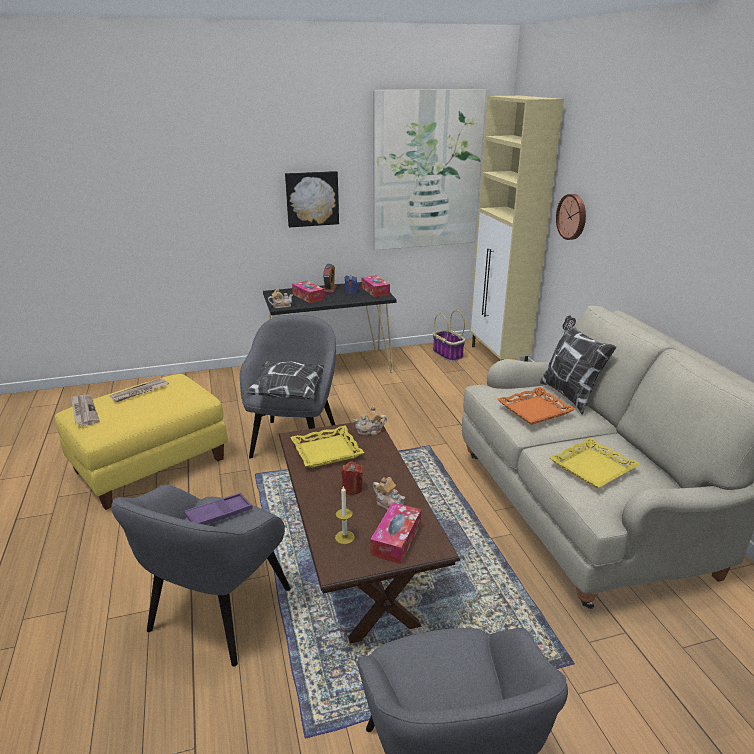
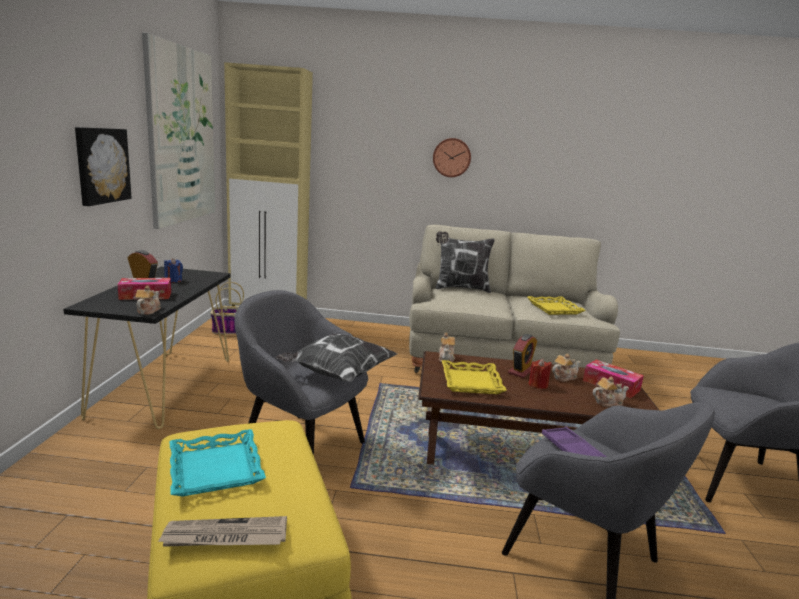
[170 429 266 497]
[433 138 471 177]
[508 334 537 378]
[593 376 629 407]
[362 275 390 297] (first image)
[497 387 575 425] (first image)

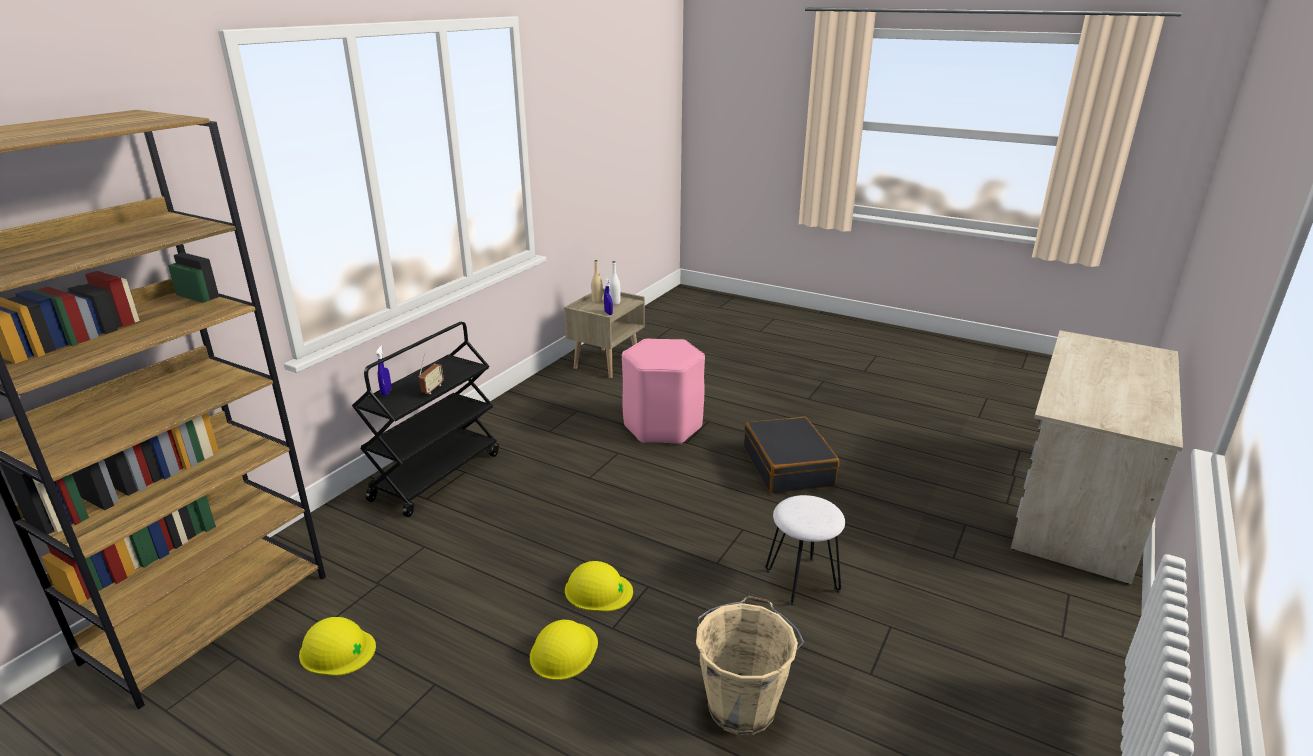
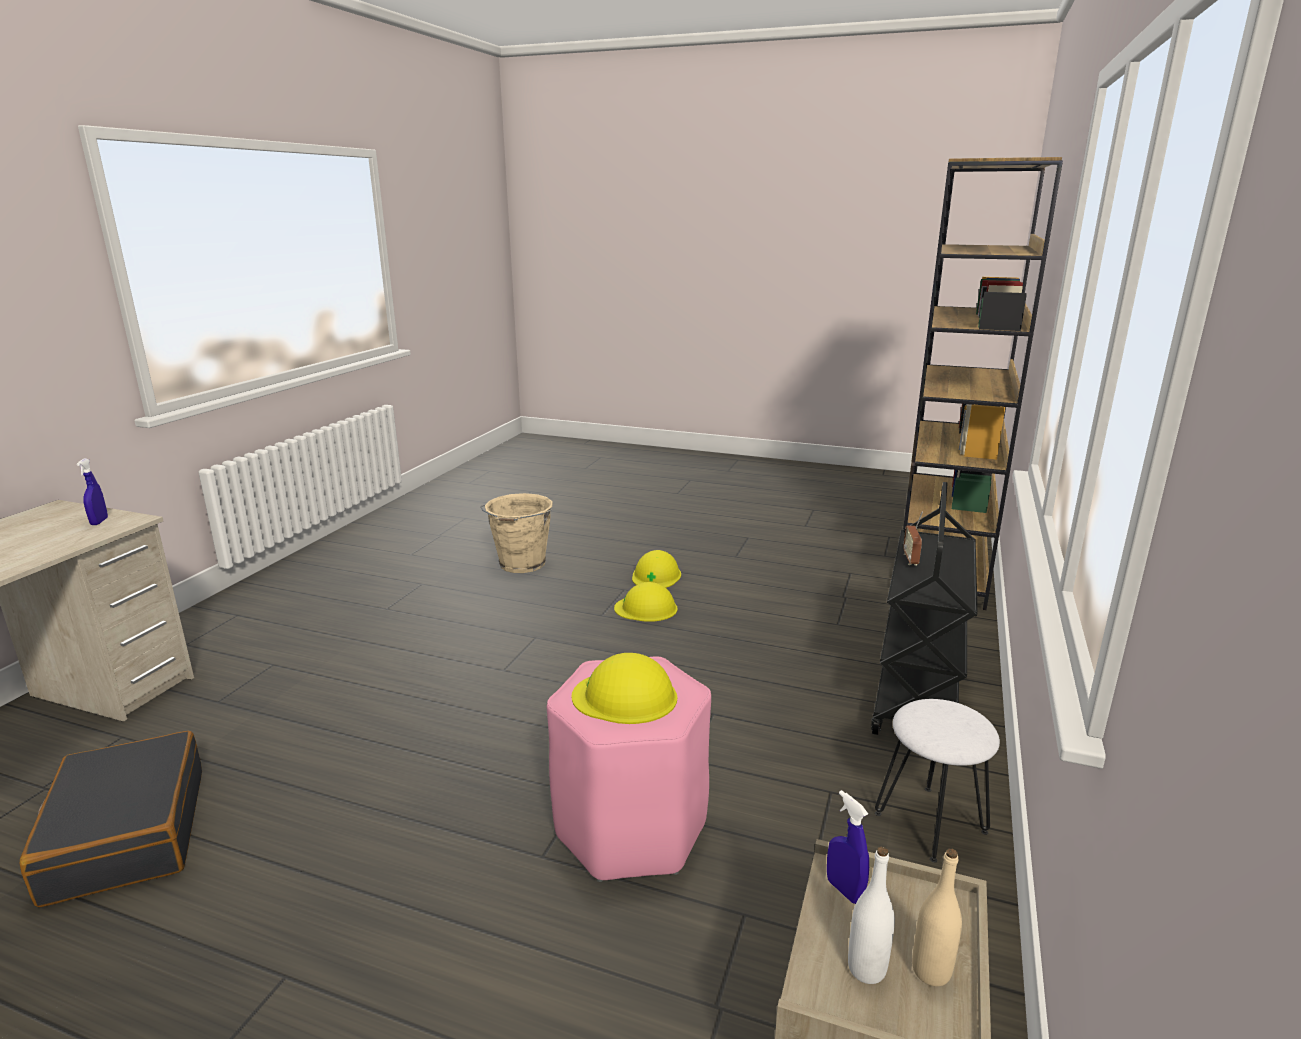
[20 731 202 907]
[77 458 108 525]
[571 653 677 724]
[875 699 1000 863]

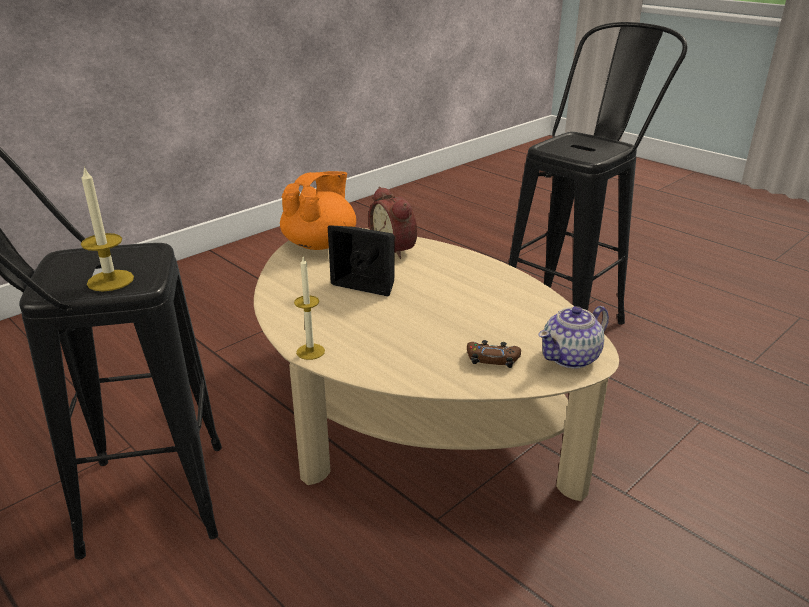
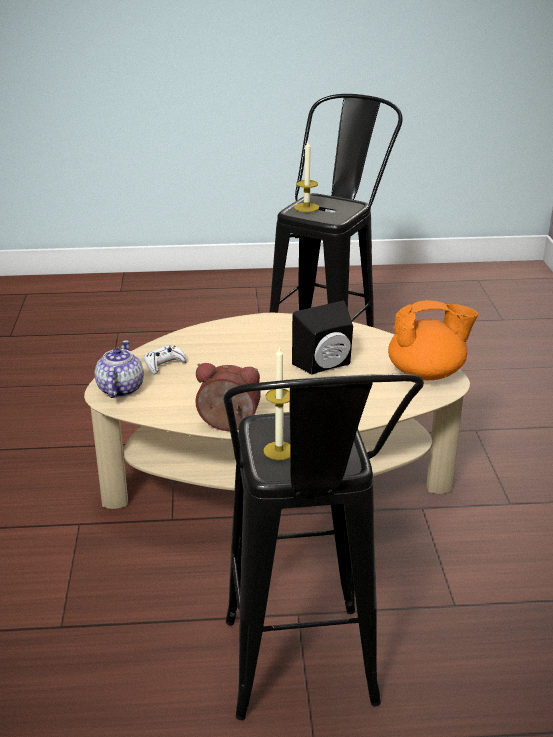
[144 345 187 375]
[195 363 261 431]
[264 346 290 460]
[388 300 478 380]

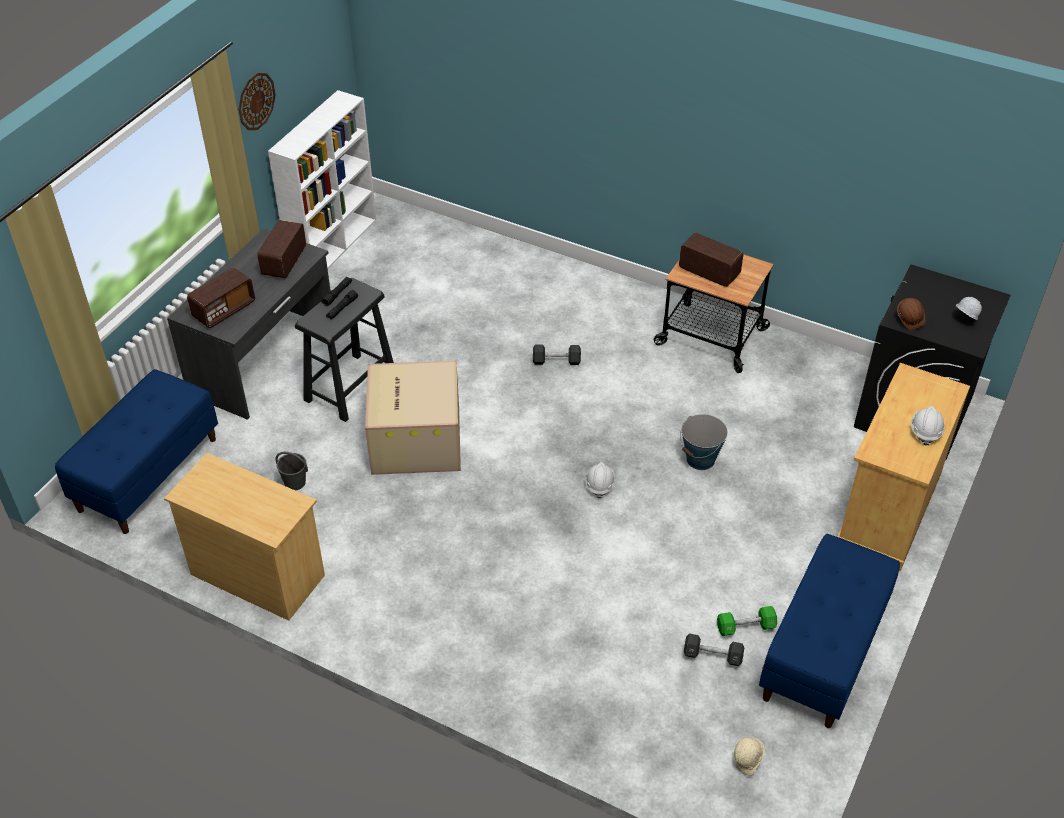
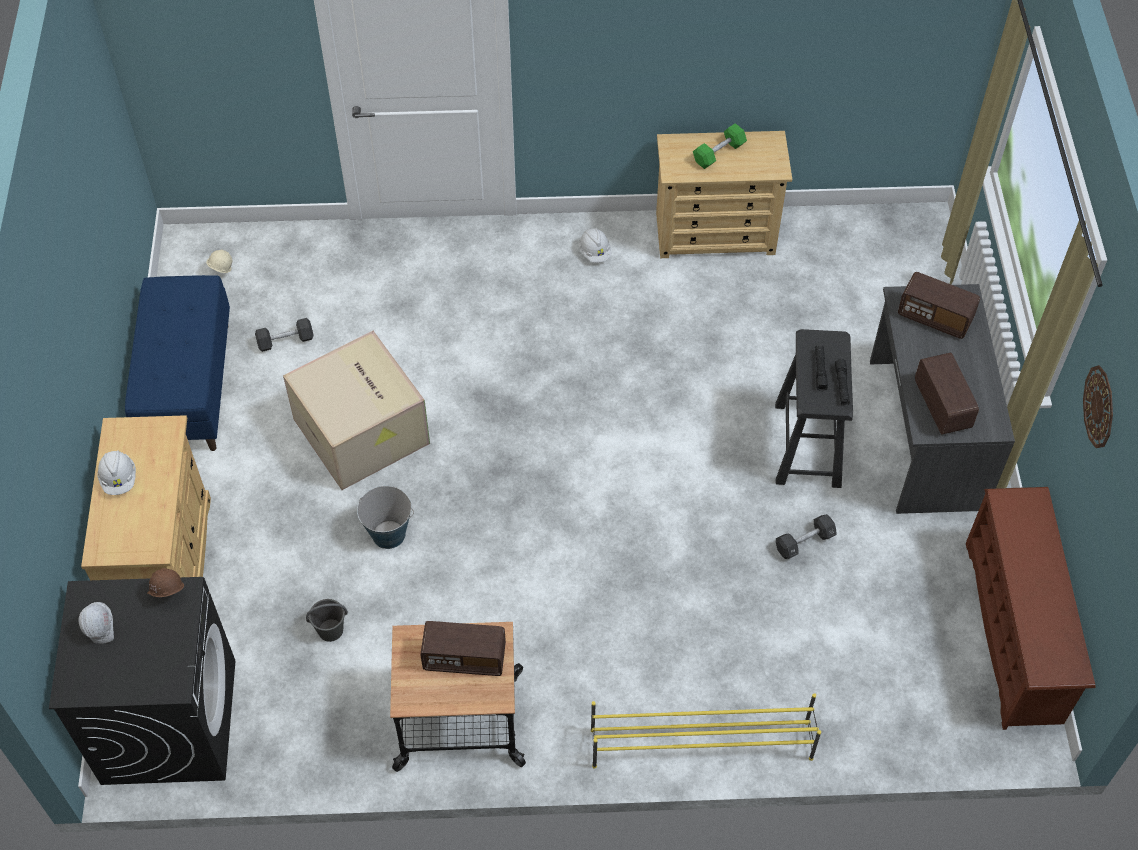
[283 331 430 490]
[306 599 348 642]
[579 228 612 263]
[591 693 821 769]
[693 123 747 169]
[776 514 836 559]
[898 272 980 339]
[966 487 1096 730]
[55 369 218 534] (first image)

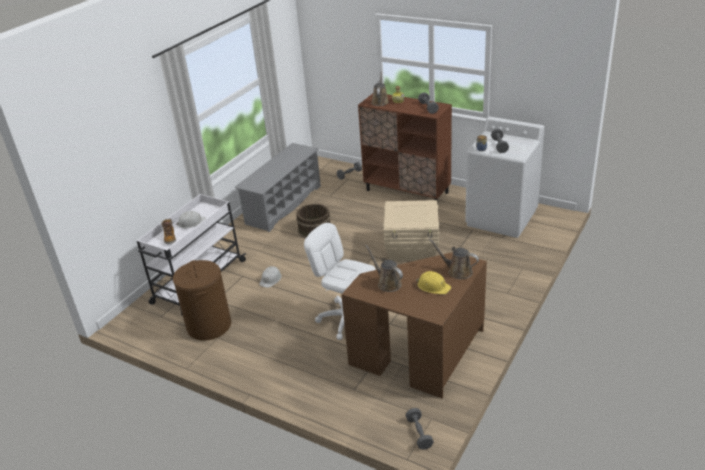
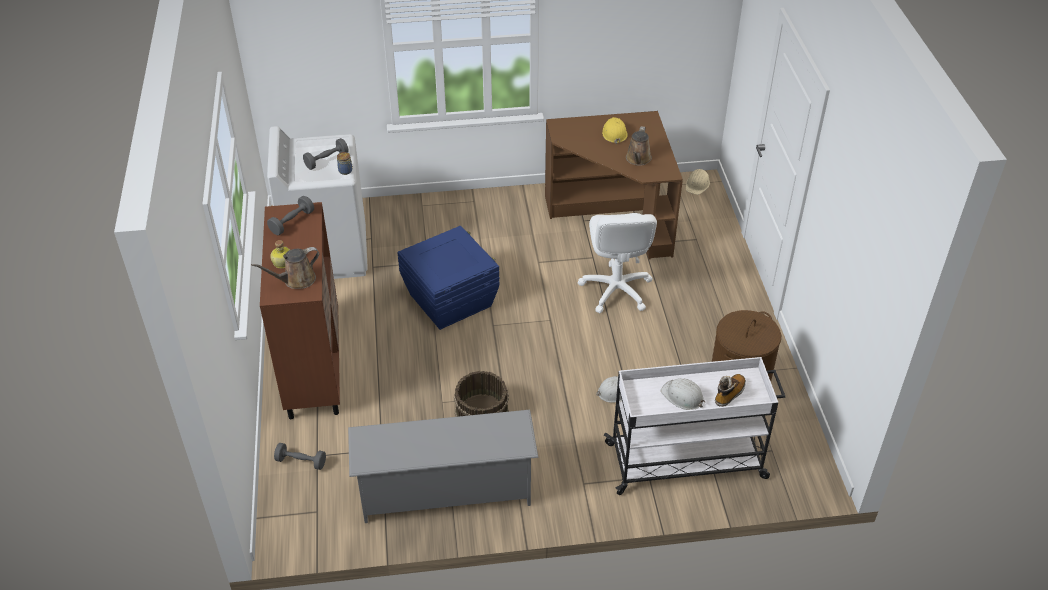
[397 226 500 330]
[686 169 710 195]
[429 239 479 279] (first image)

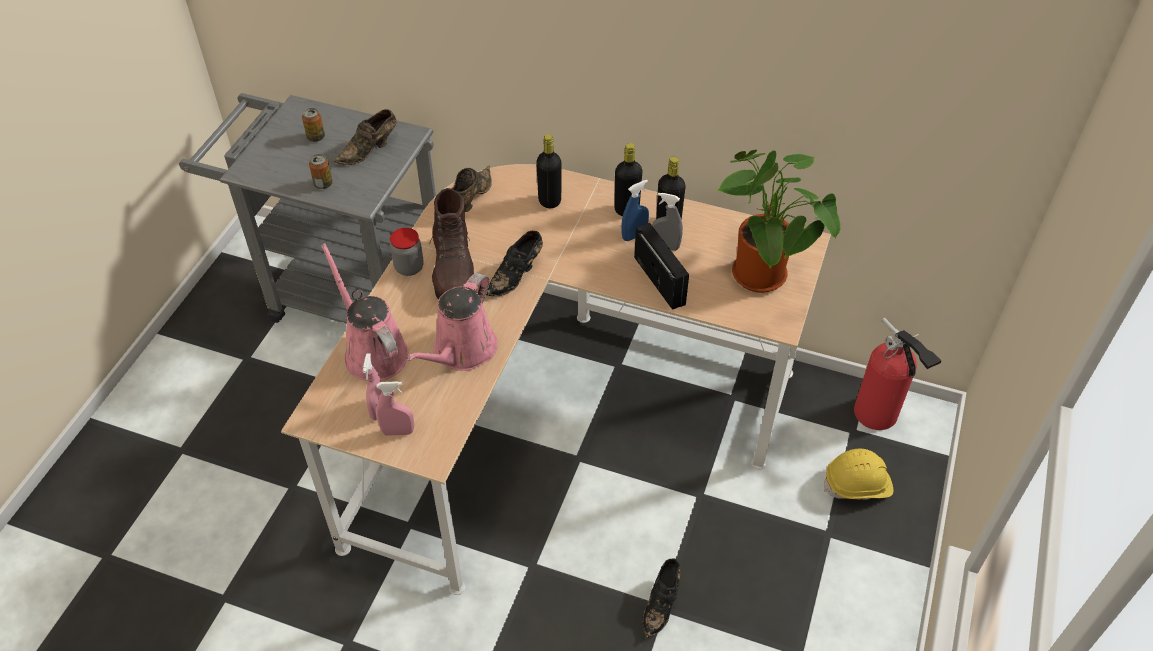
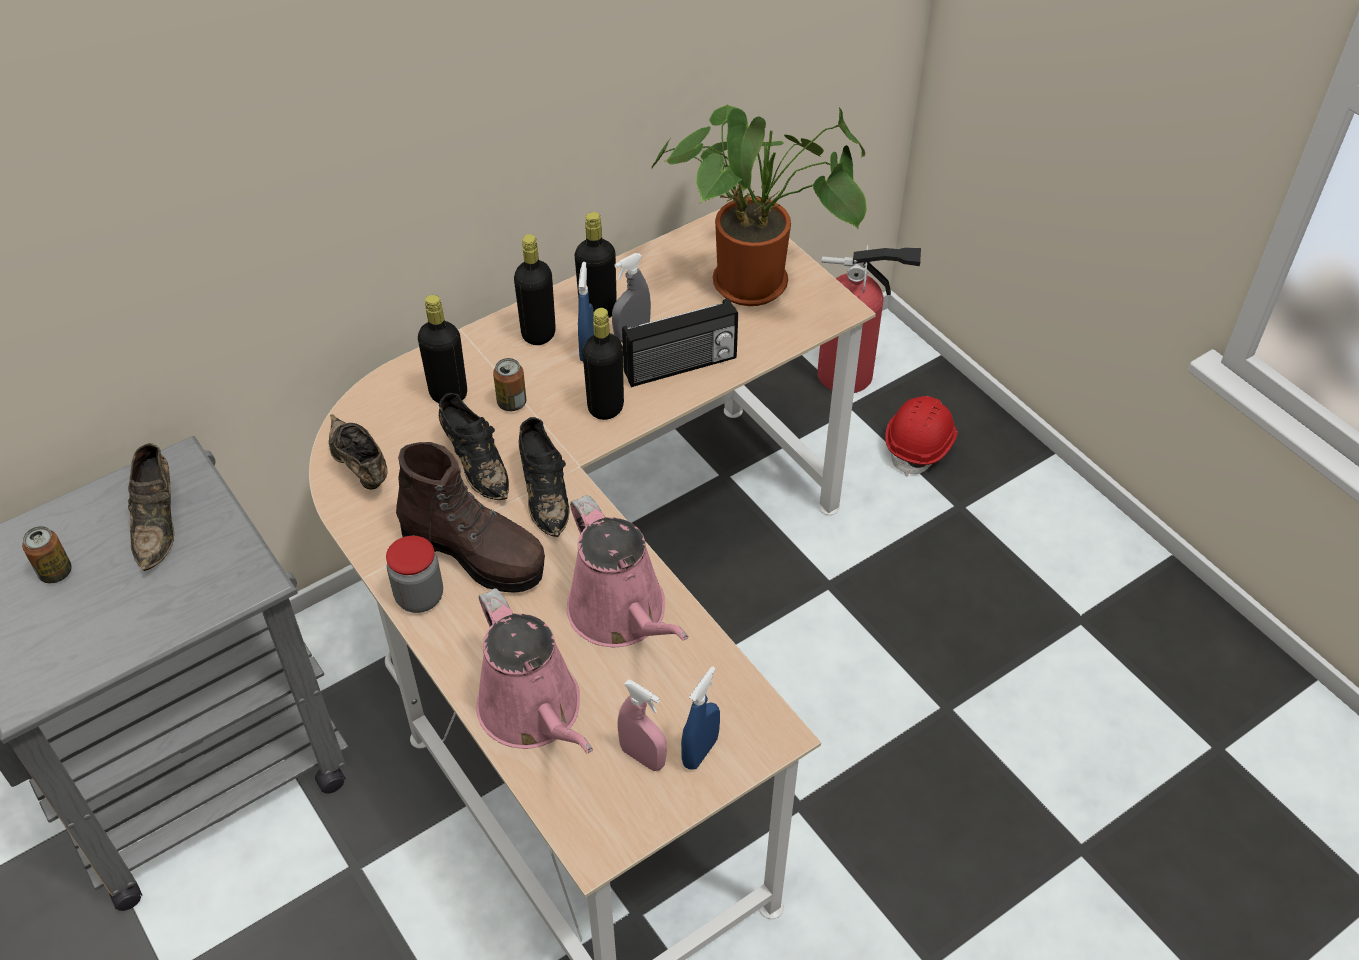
[439 393 509 500]
[476 588 593 754]
[493 358 527 411]
[583 308 624 420]
[622 298 738 387]
[681 666 720 770]
[885 396 957 477]

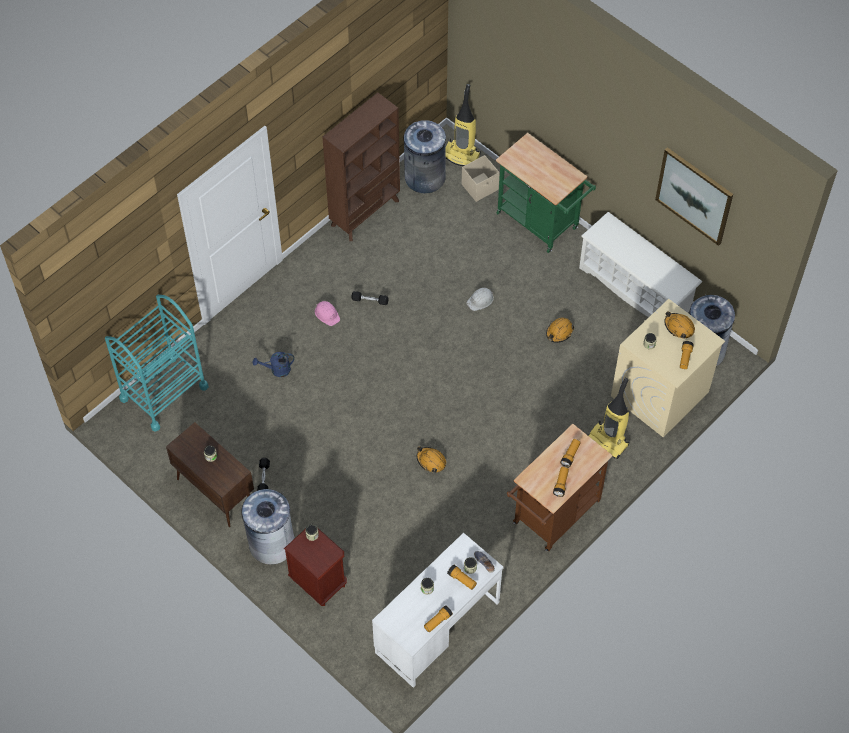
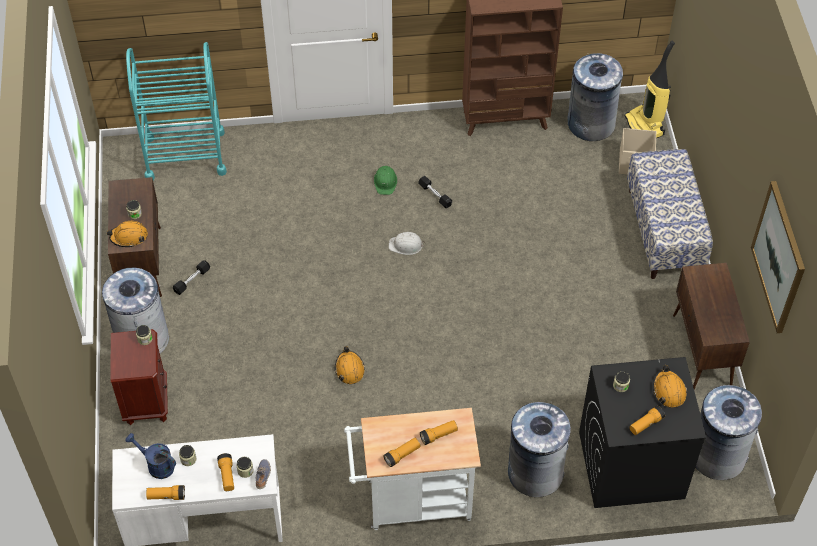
[107 221 148 248]
[125 433 176 479]
[344 408 481 530]
[374 166 397 195]
[389 232 425 255]
[508 402 571 497]
[579 357 706 508]
[627 149 713 279]
[673 263 750 389]

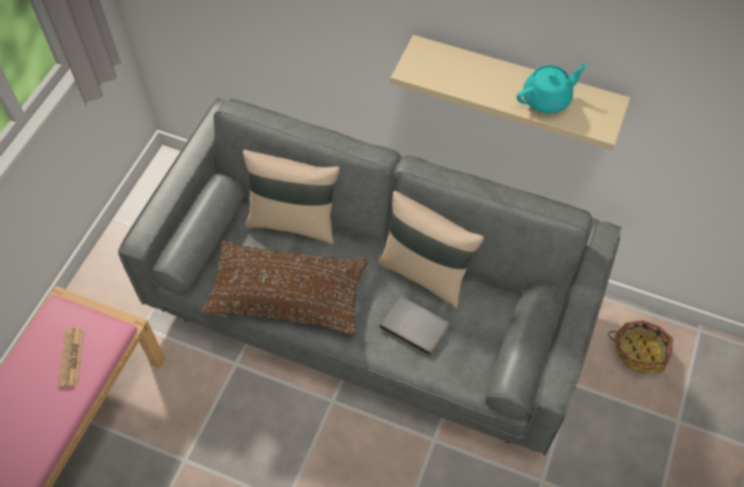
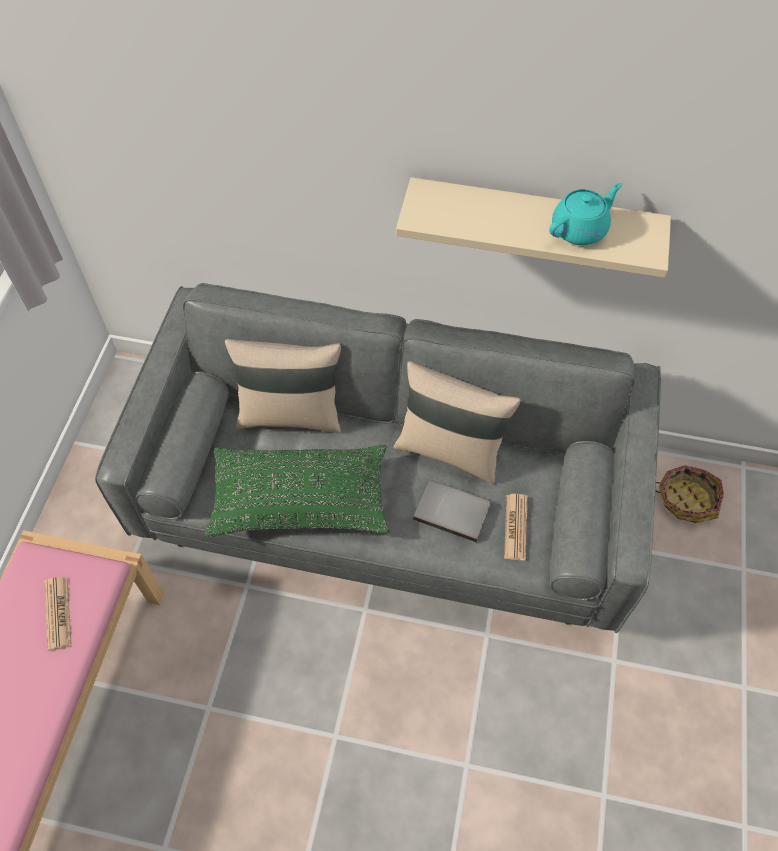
[205 445 390 537]
[504 494 527 560]

